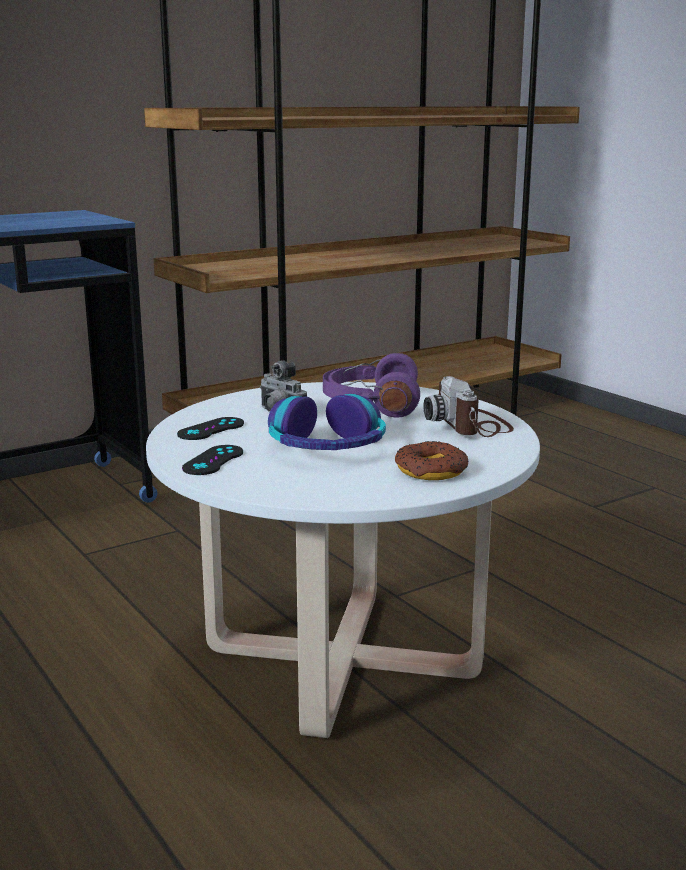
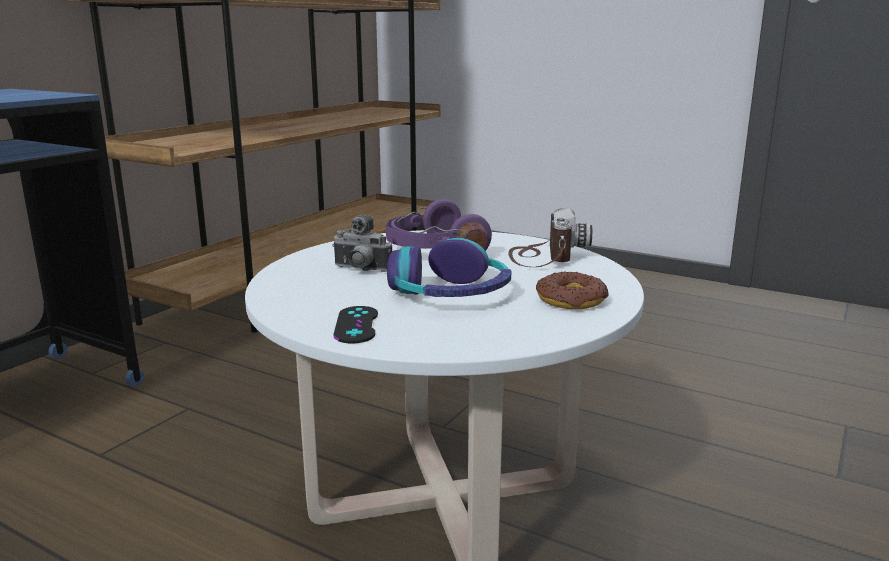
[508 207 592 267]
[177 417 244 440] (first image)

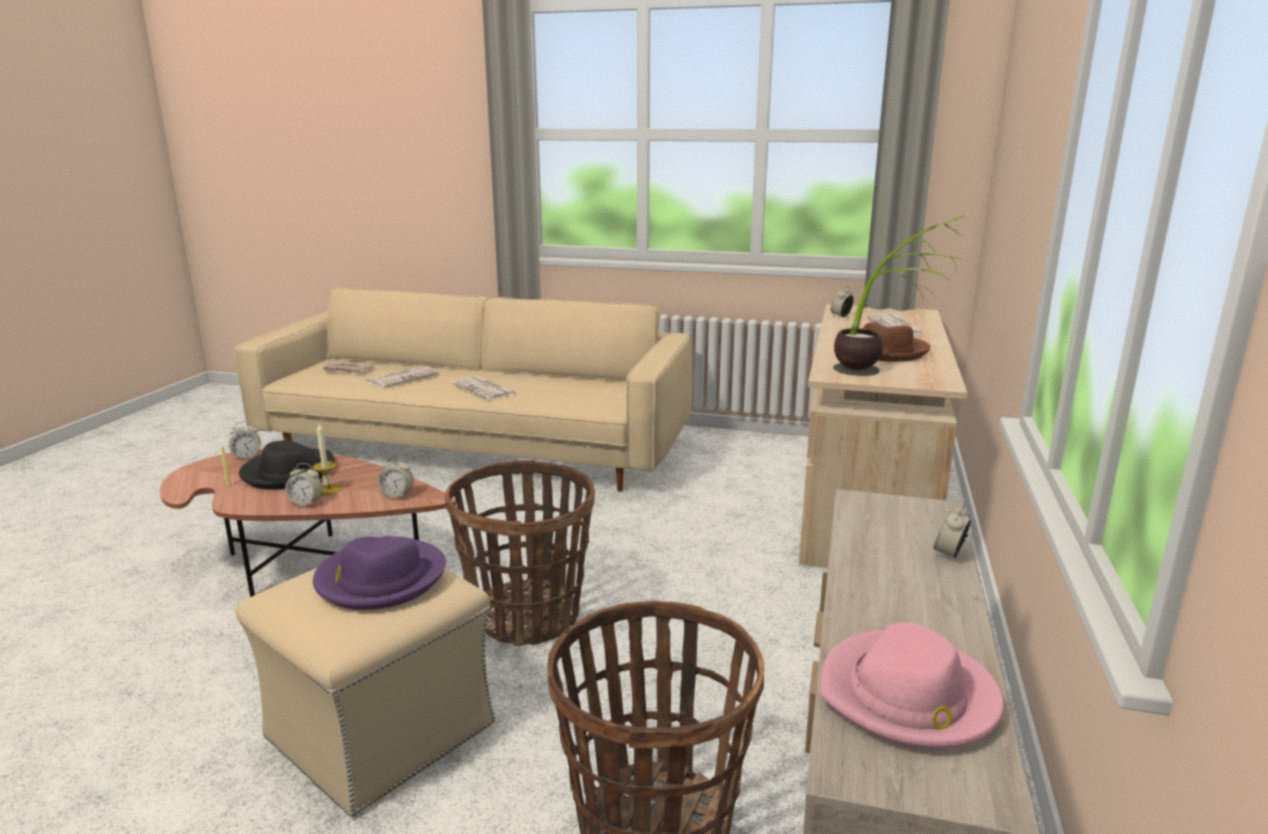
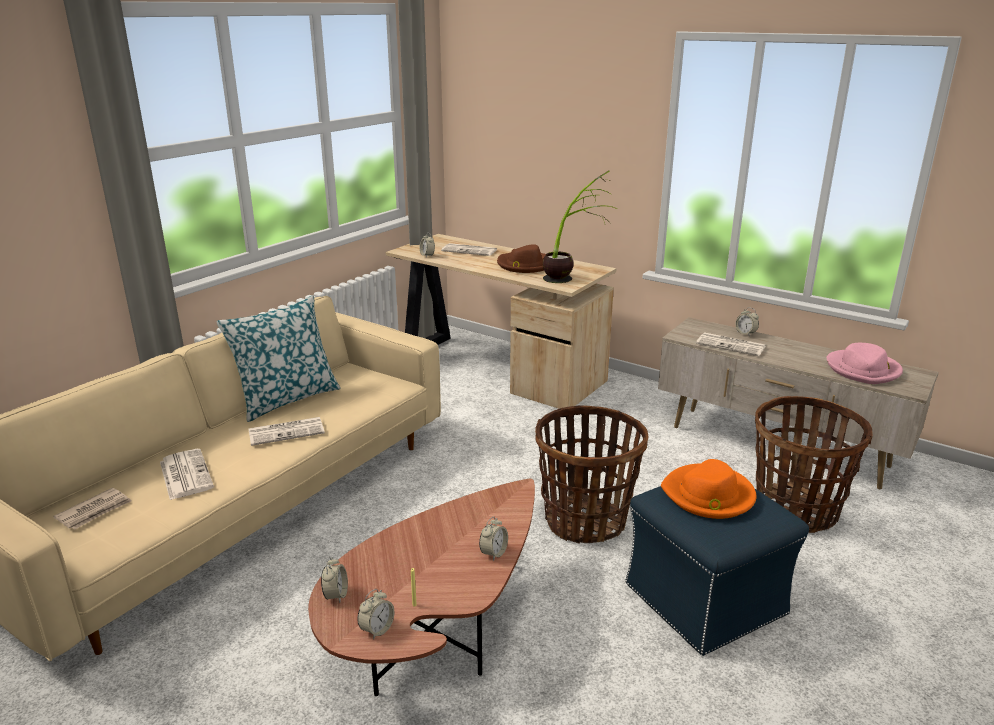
[217 295 340 422]
[357 589 394 640]
[625 486 809 656]
[661 459 757 519]
[696 332 766 356]
[239 441 335 489] (first image)
[313 423 342 495] (first image)

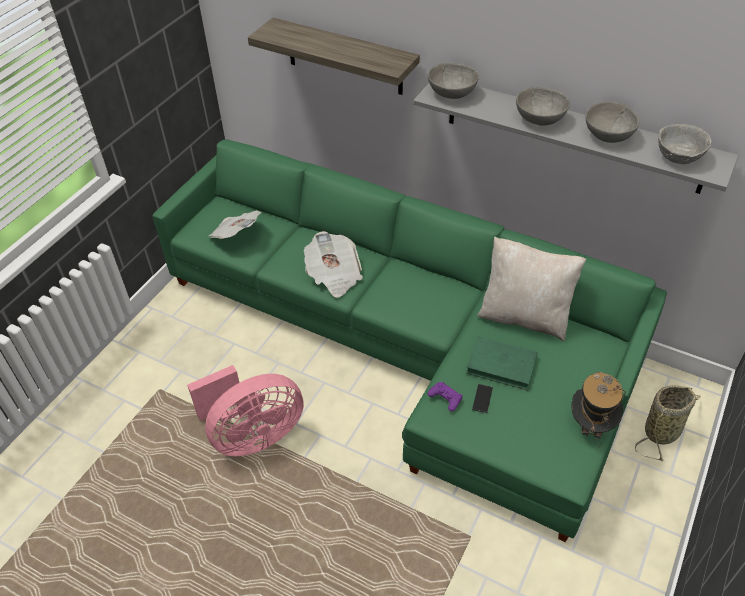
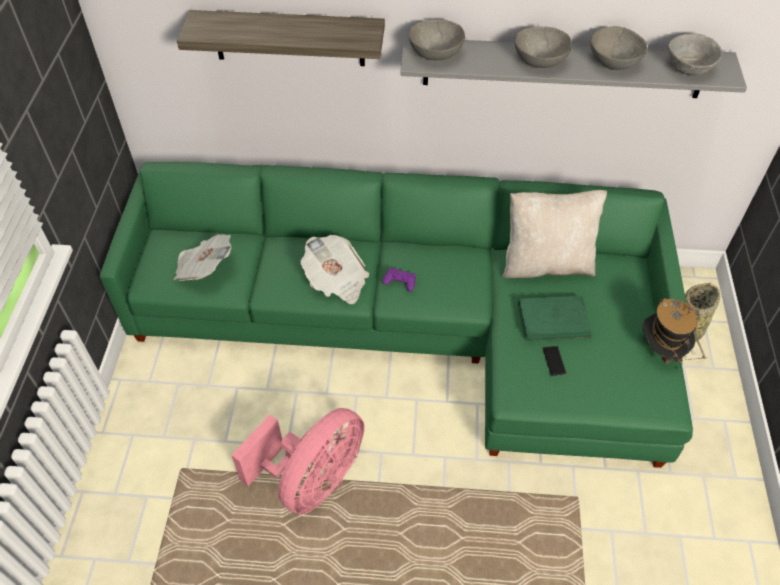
[382 268 416 291]

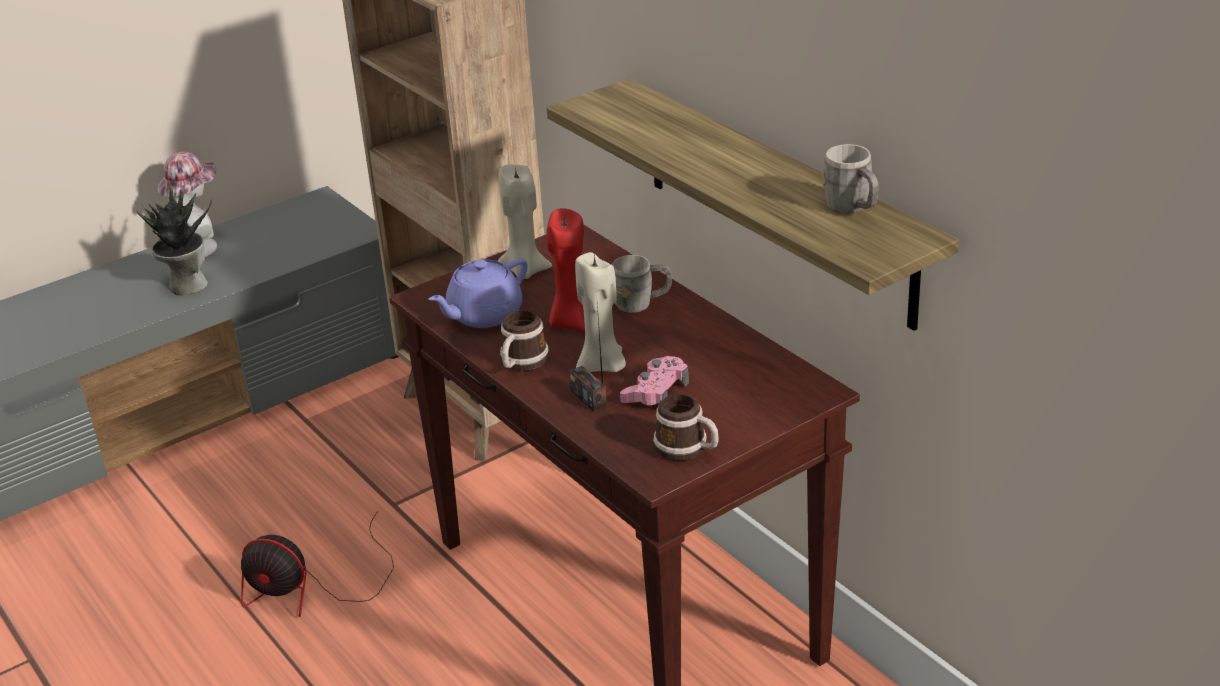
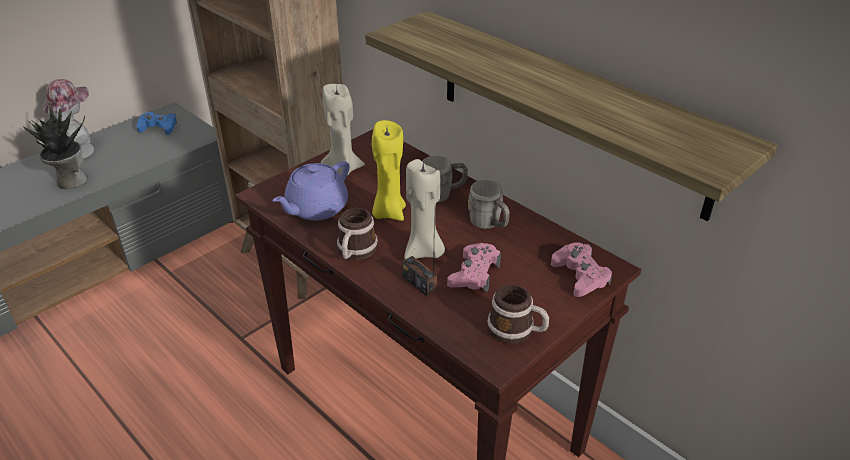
[137 112 177 135]
[372 120 406 221]
[468 180 510 229]
[551 242 612 297]
[241 511 394 617] (first image)

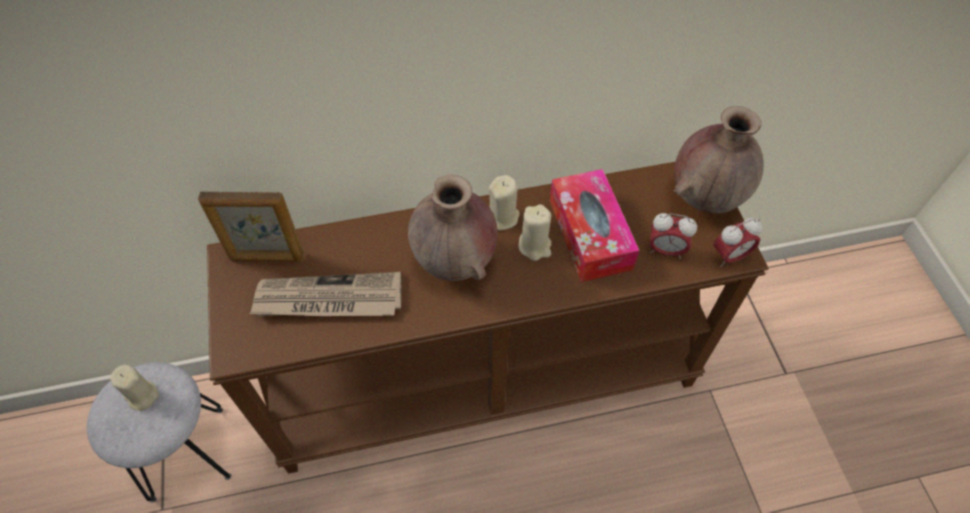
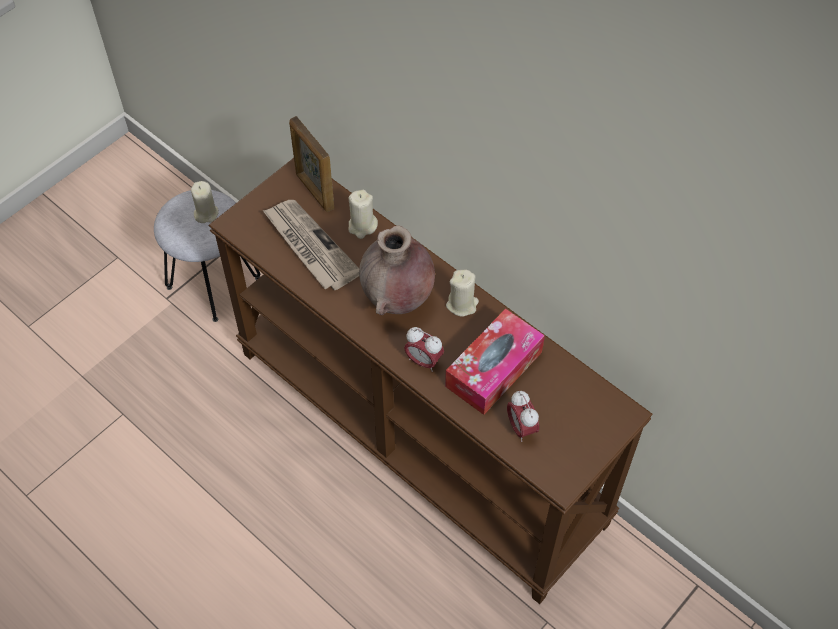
[348 190 378 239]
[404 327 444 372]
[674 106 764 213] (first image)

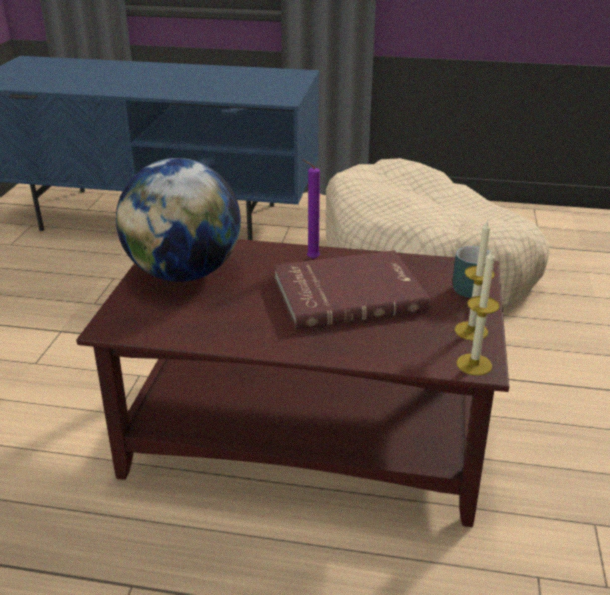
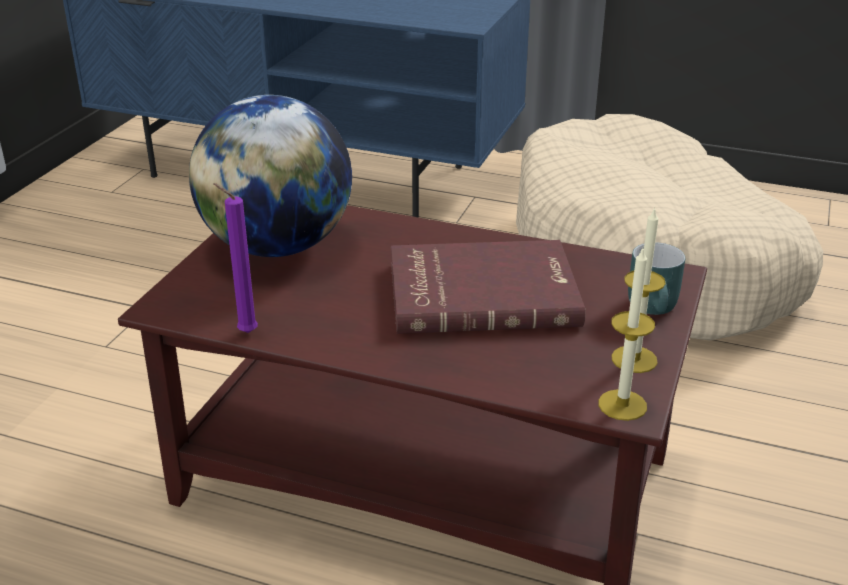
[213 183 258 333]

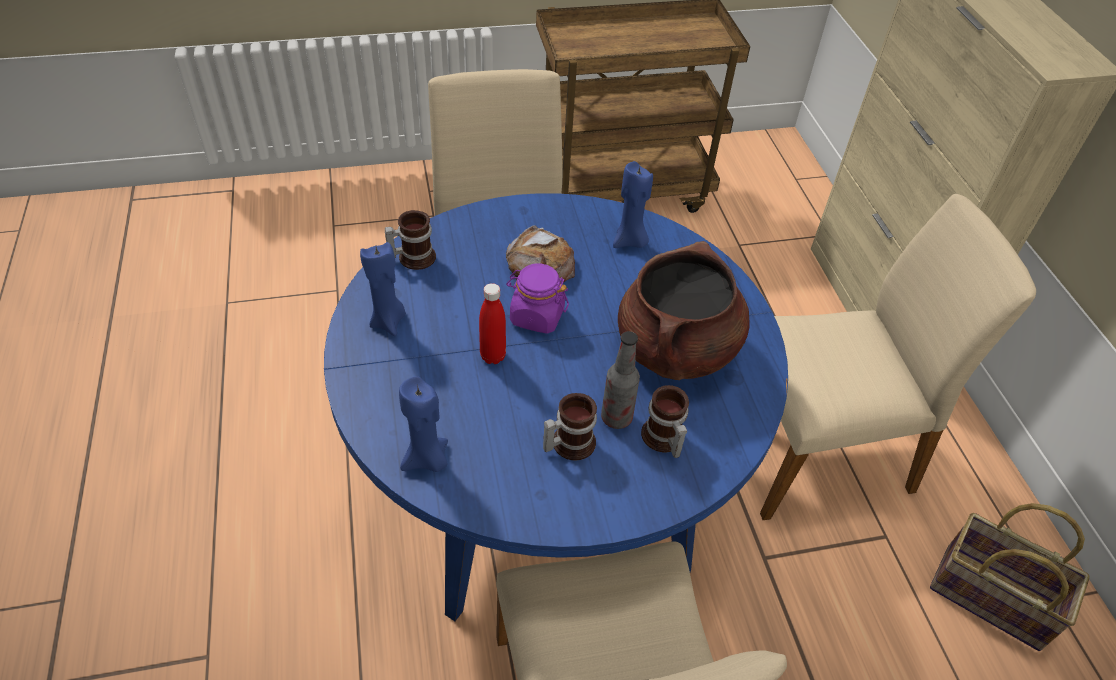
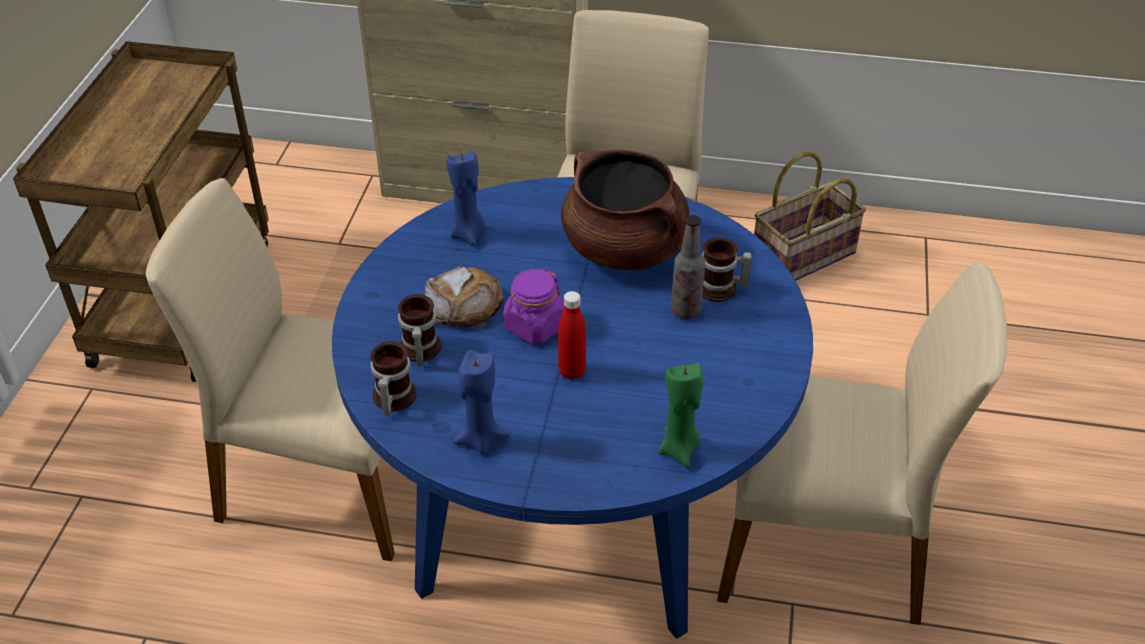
[398 294 442 365]
[658 363 703 468]

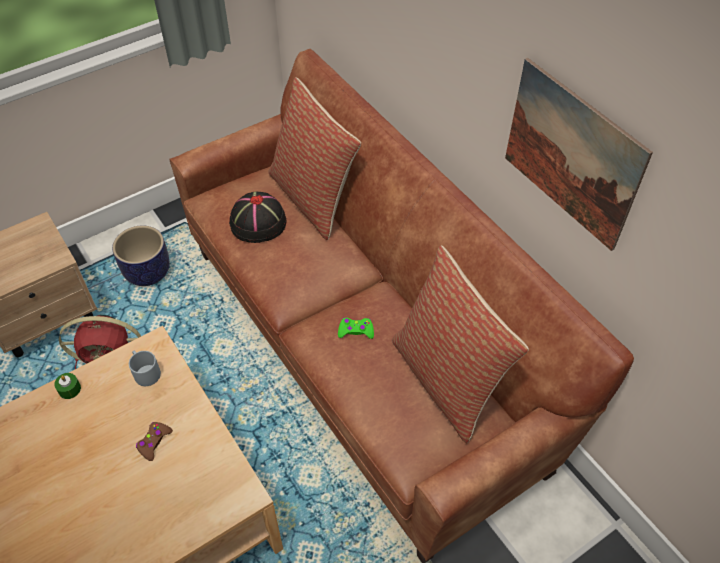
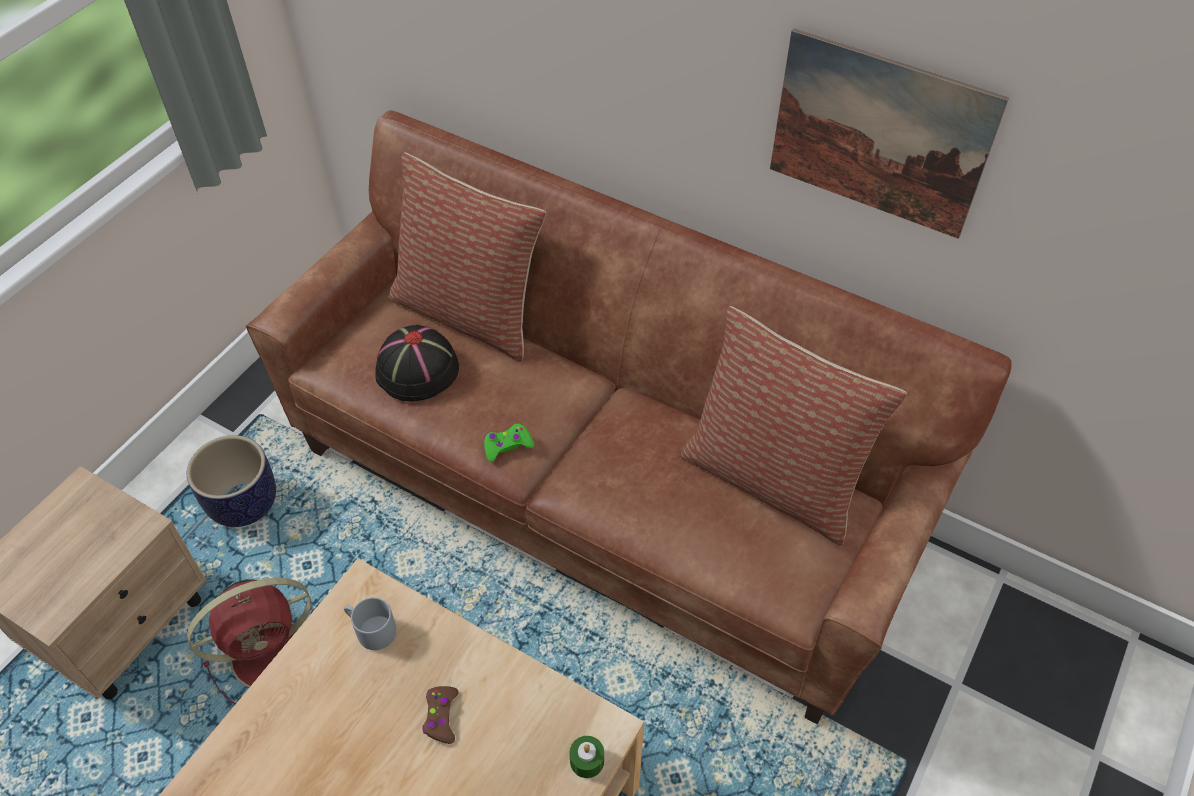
[484 423 534 462]
[570 736 604 778]

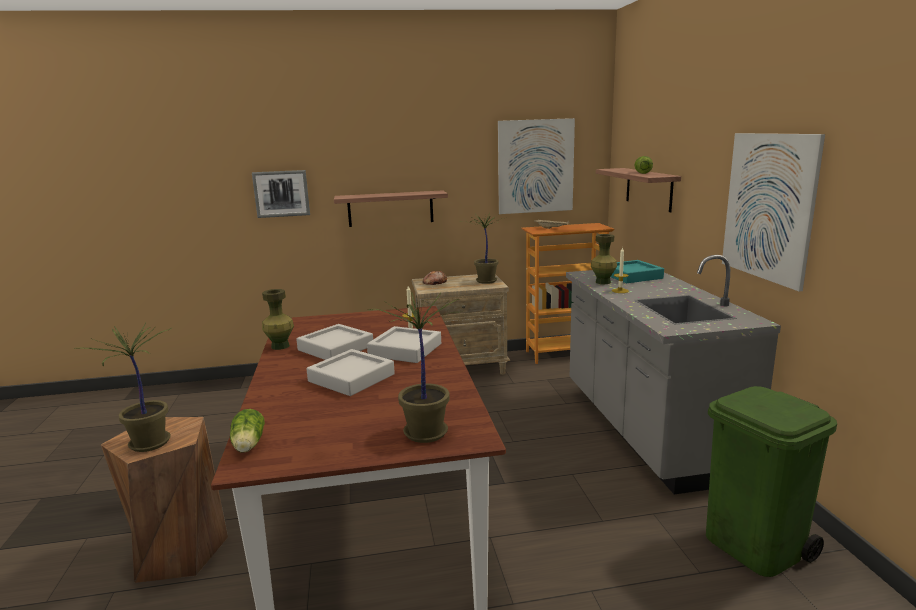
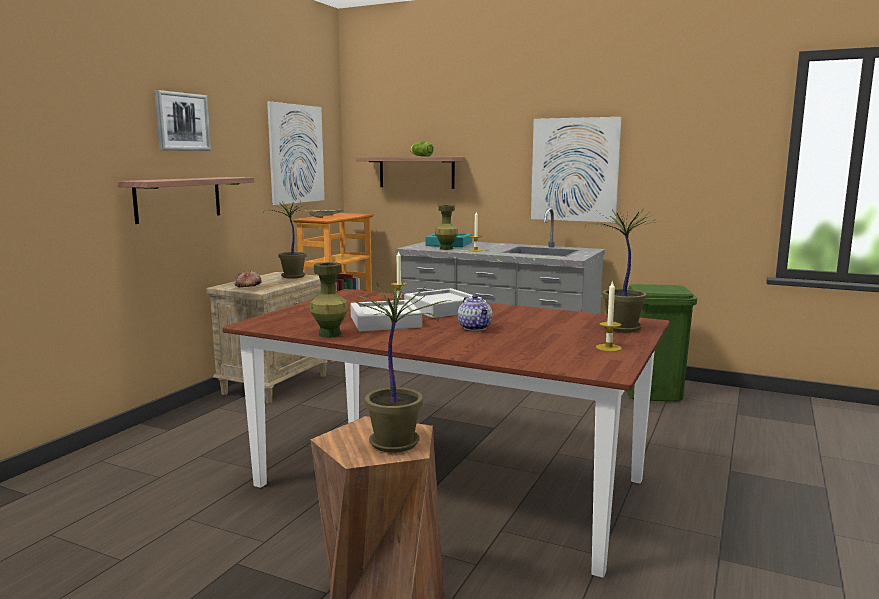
[154 90 211 151]
[458 295 492 331]
[596 280 622 352]
[230 409 265 453] (first image)

